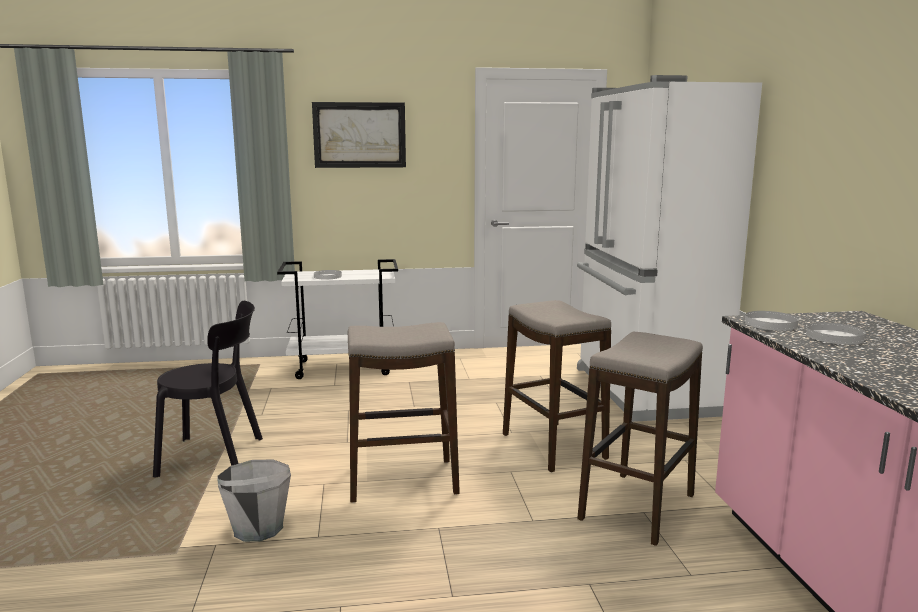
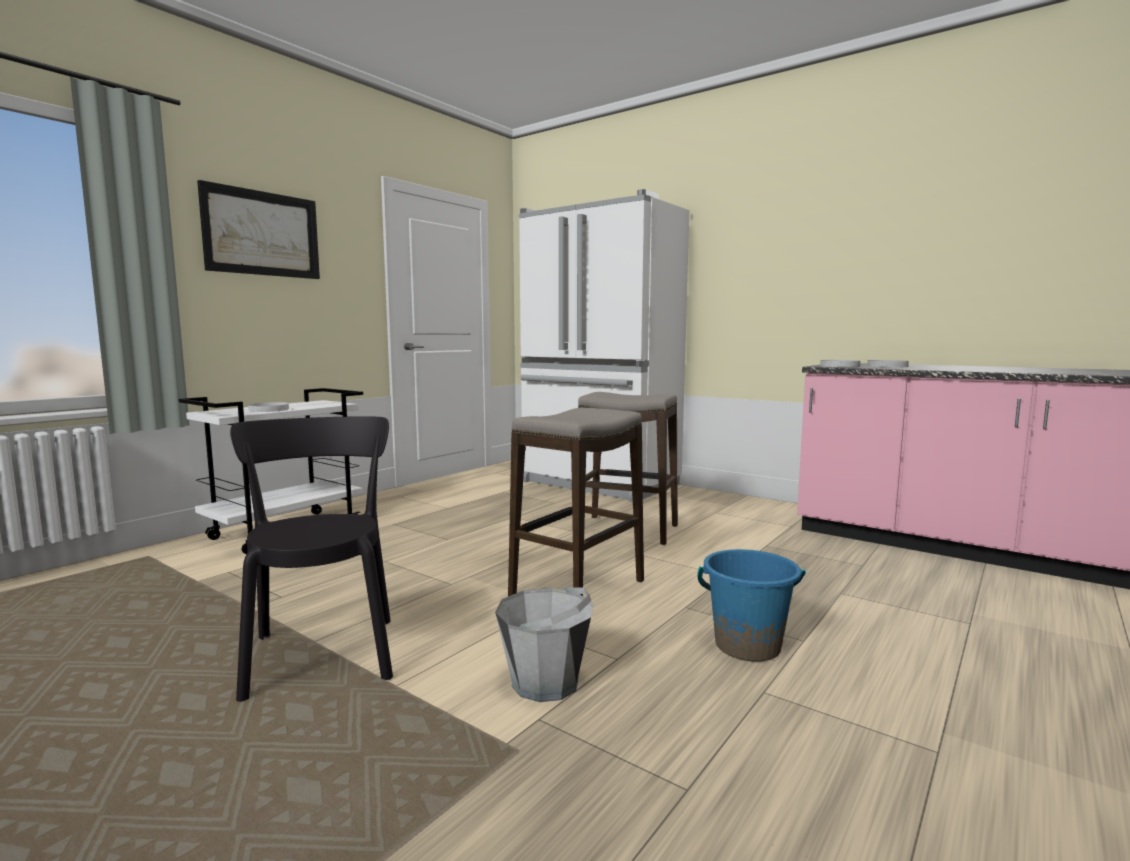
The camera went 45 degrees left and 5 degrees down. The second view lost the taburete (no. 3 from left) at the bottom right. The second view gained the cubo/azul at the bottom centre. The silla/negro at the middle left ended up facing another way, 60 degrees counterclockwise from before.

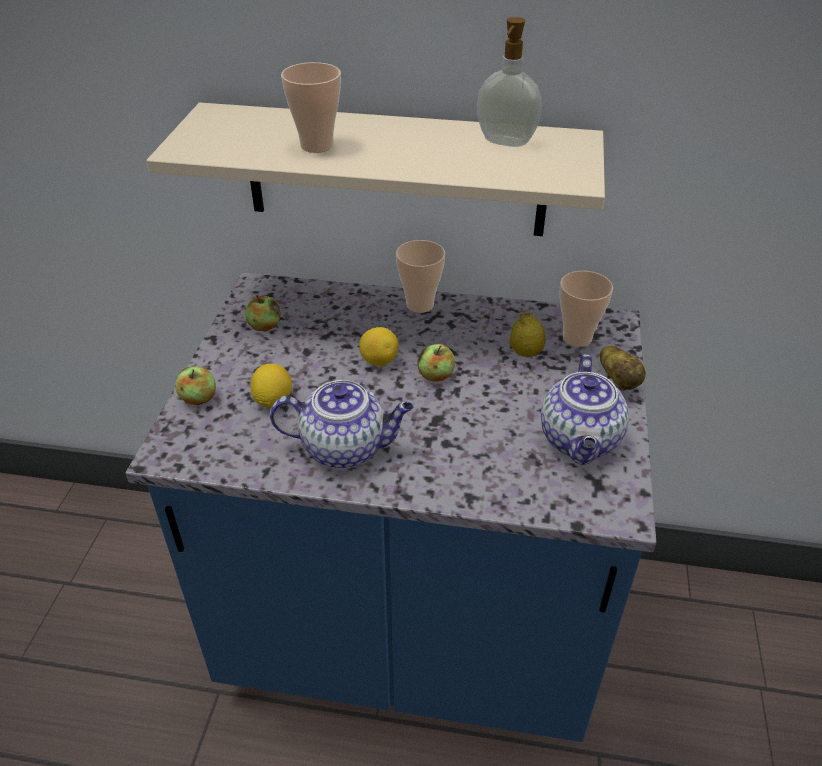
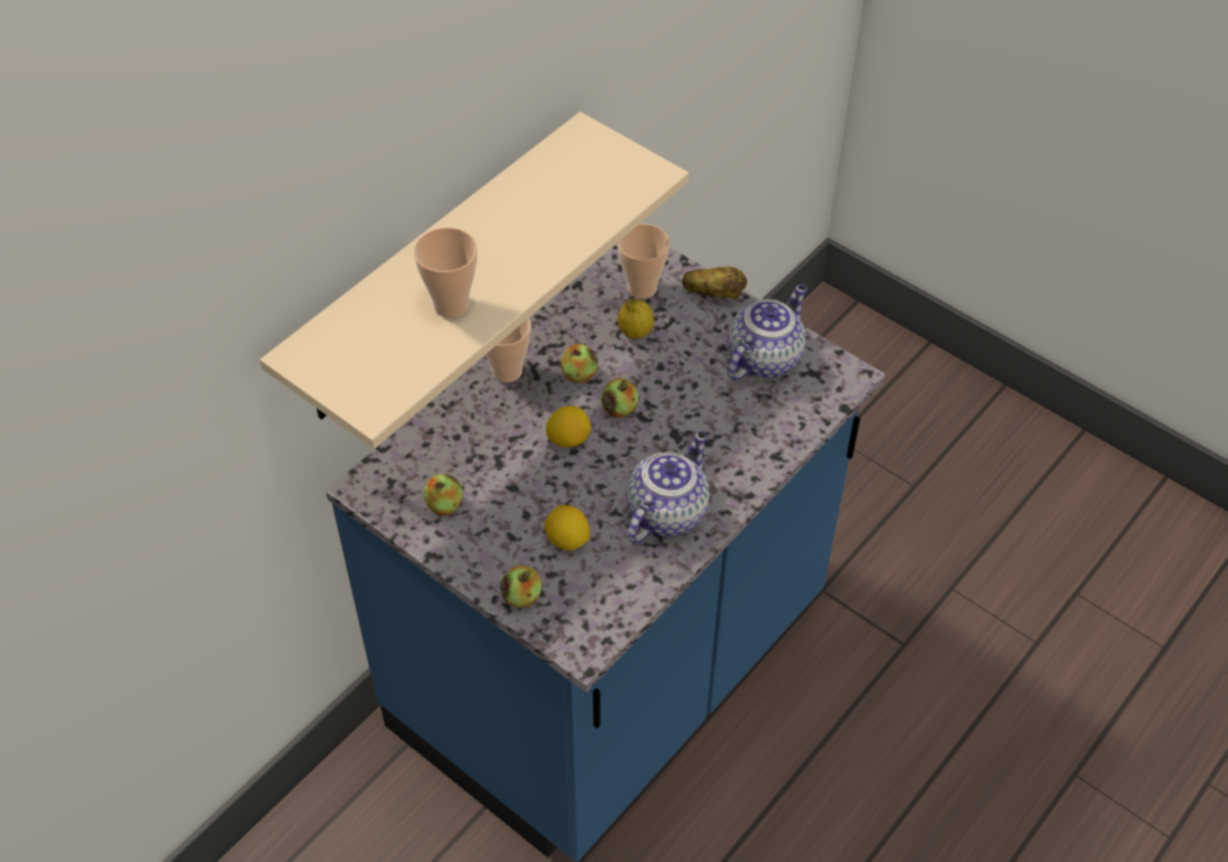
The camera went 60 degrees left and 10 degrees up. The second view lost the dispensador de jabón at the top centre. The second view gained the manzana (no. 3 from left) at the centre. The tetera (no. 2 from left) at the middle right ended up facing another way, 90 degrees counterclockwise from before.

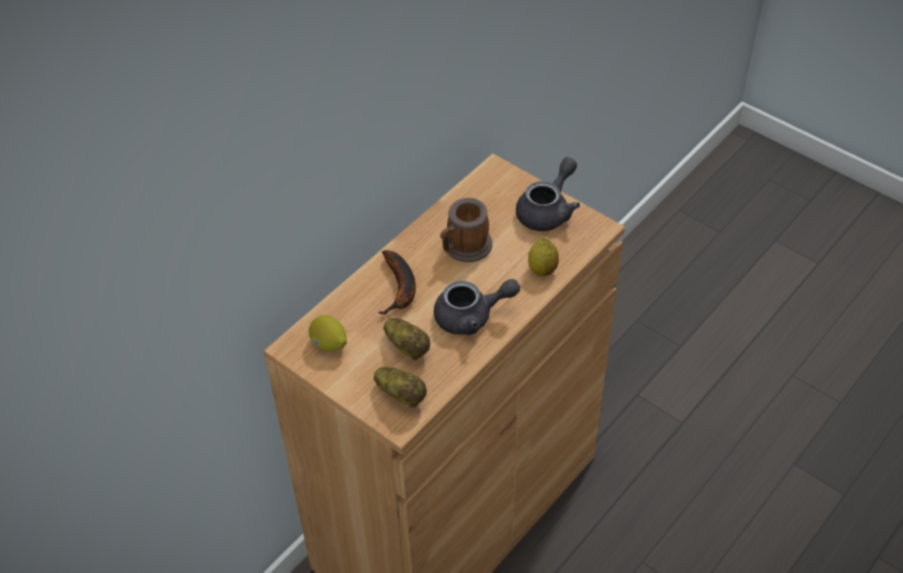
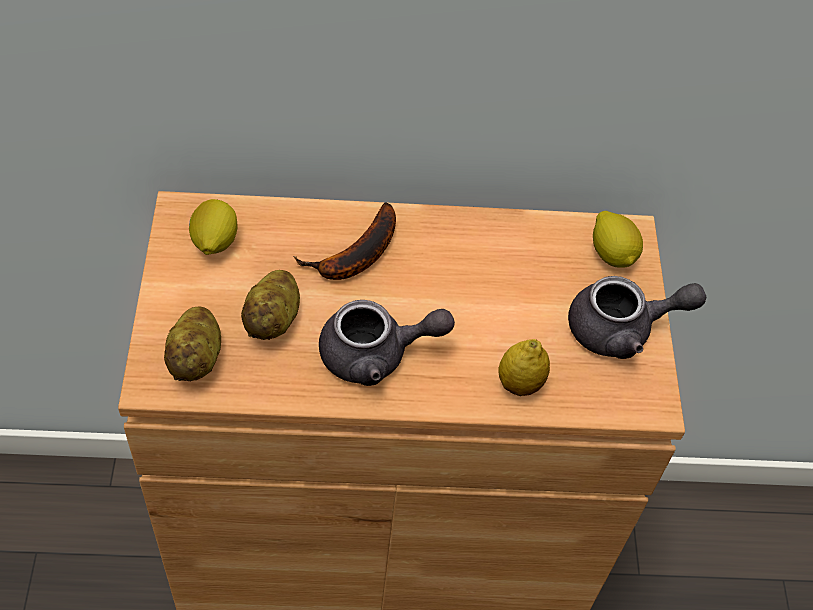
The camera went 45 degrees right and 5 degrees up. The second view lost the taza grande at the centre. The second view gained the limón (no. 3 from left) at the middle right. The tetera/gris (no. 1 from left) at the centre ended up facing another way, 45 degrees counterclockwise from before.

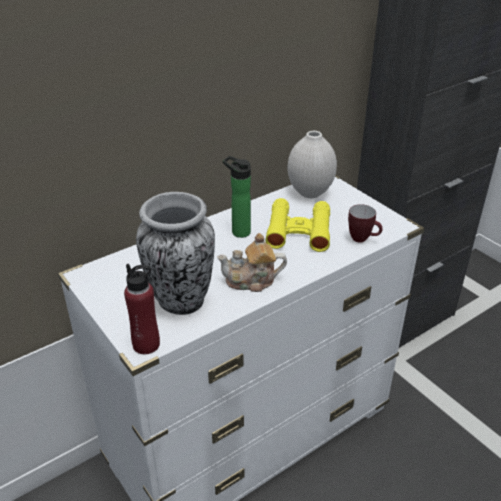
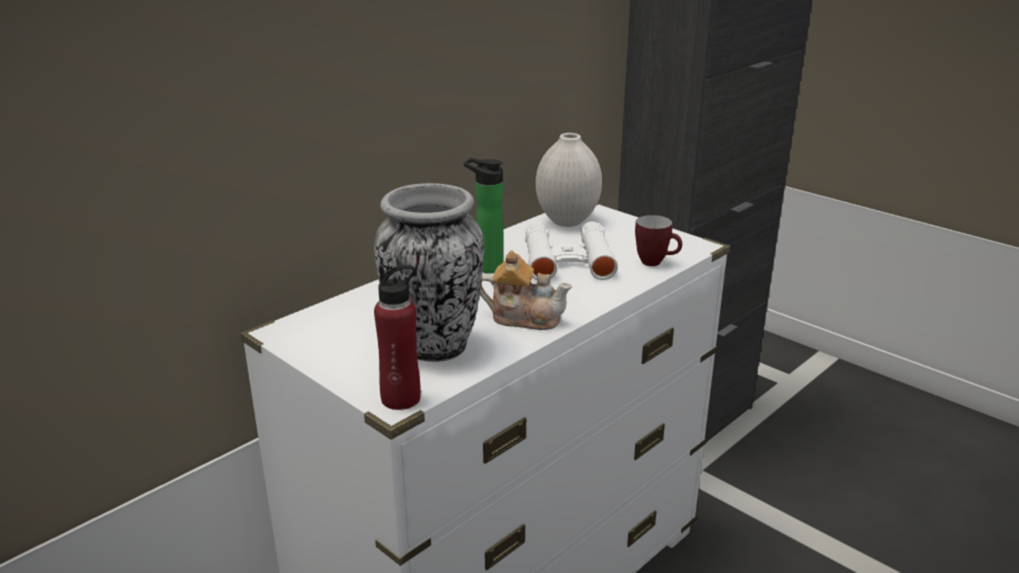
The camera went 10 degrees left and 10 degrees down. What was the prismáticos/amarillo at the centre turned into the prismáticos/blanco at the centre. The tetera at the centre ended up facing another way, 150 degrees counterclockwise from before.

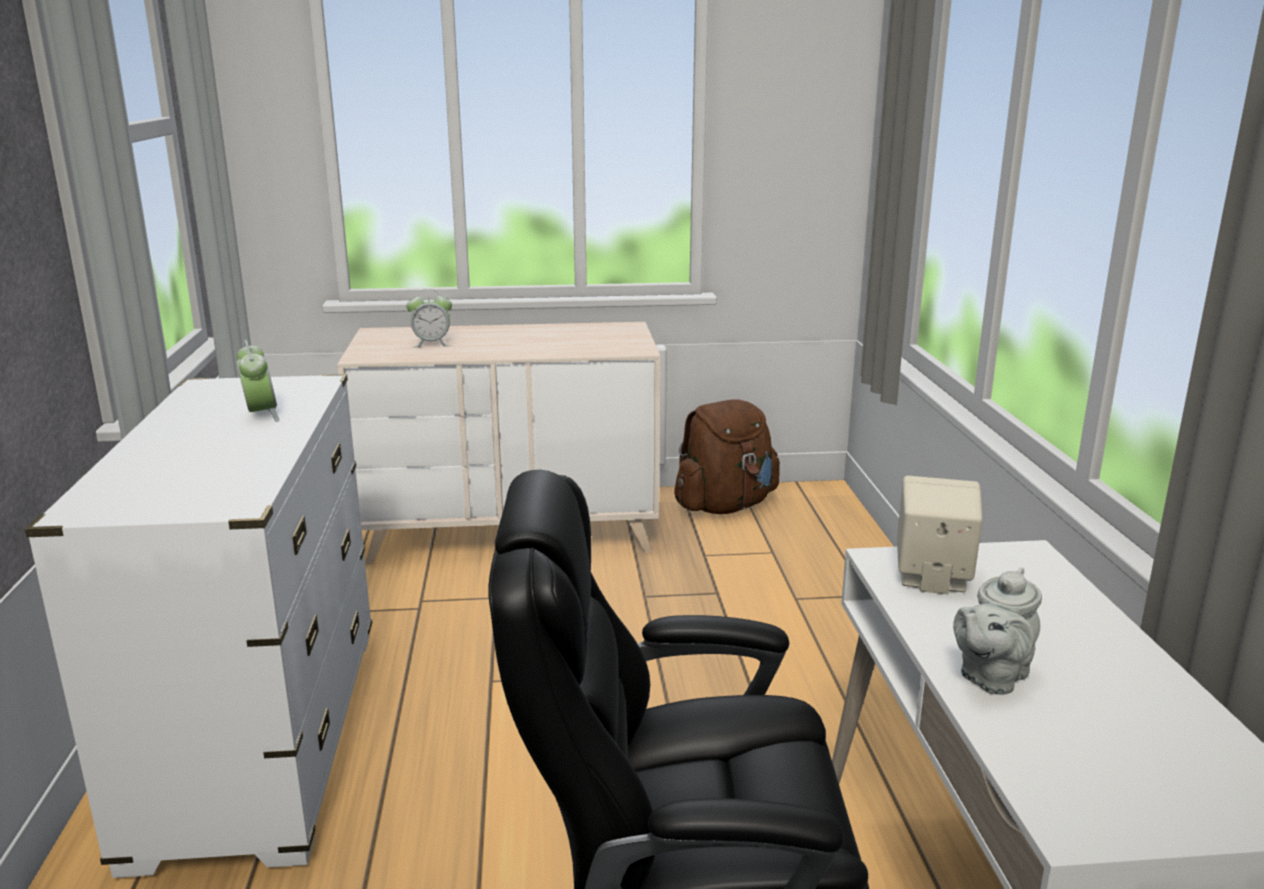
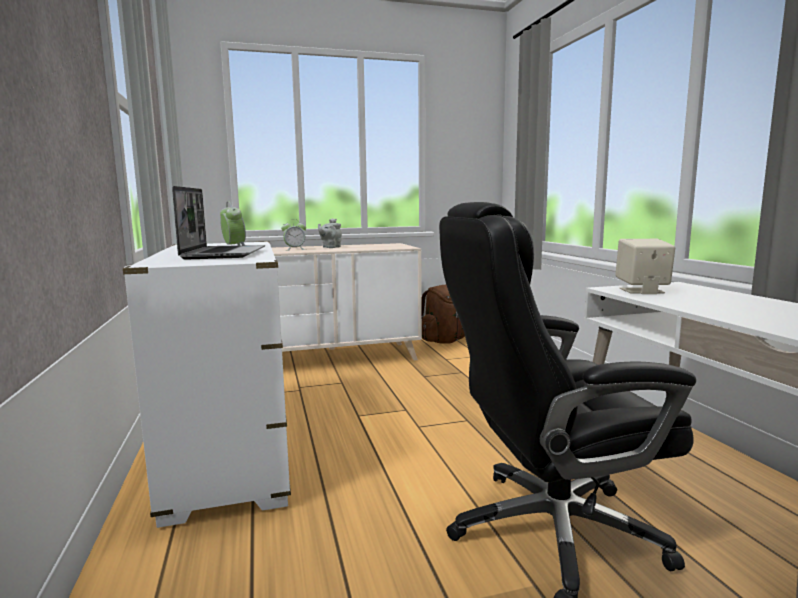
The camera went 10 degrees left and 10 degrees down. The second view gained the portátil at the middle left. The tetera/gris ended up elsewhere, having gone from the bottom right to the centre.

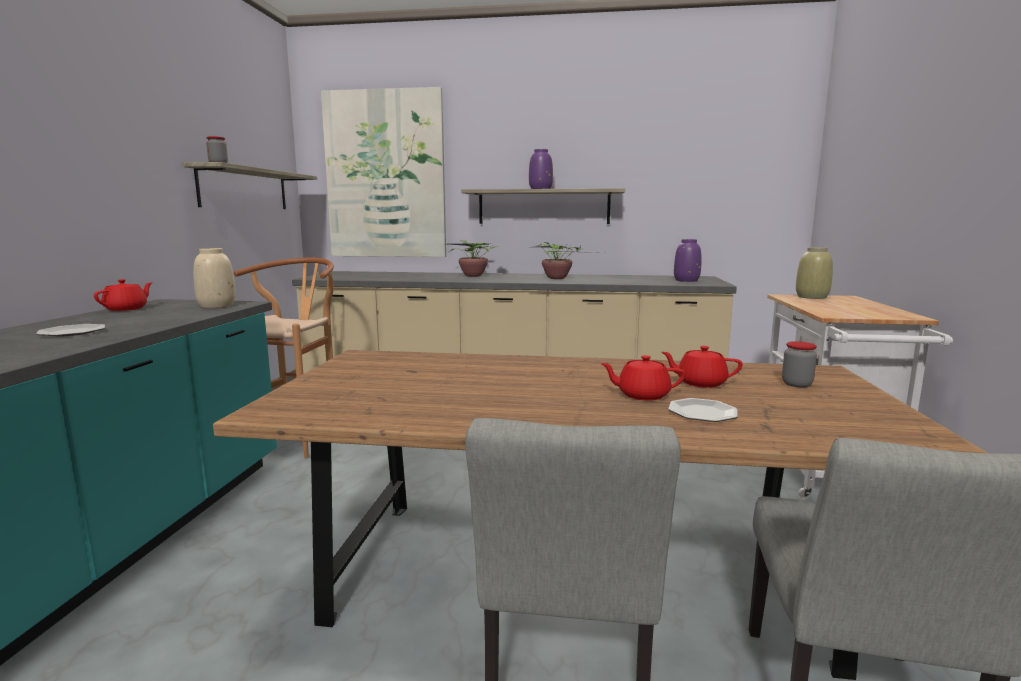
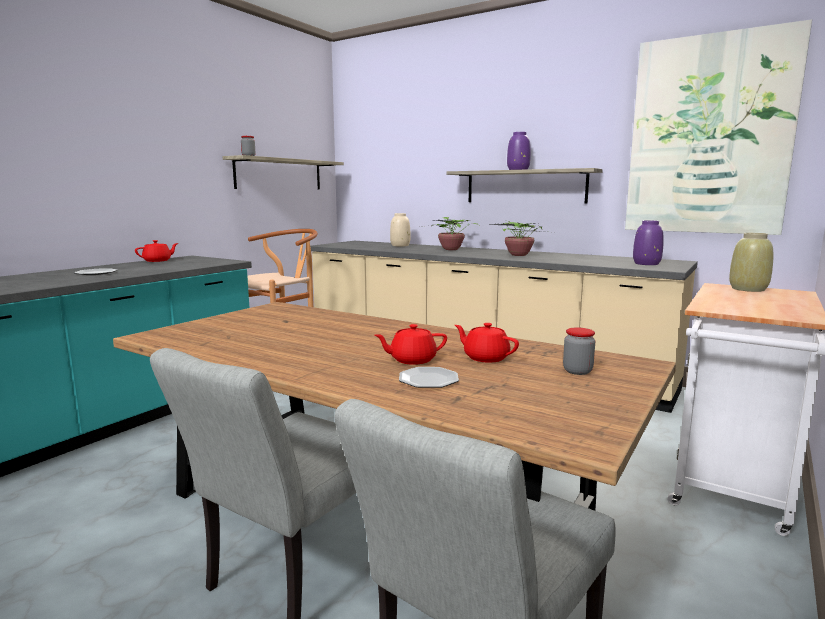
The camera went 25 degrees right and 0 degrees up. The florero/beis (no. 1 from left) ended up elsewhere, having gone from the middle left to the centre. The cuadro ended up elsewhere, having gone from the top centre to the top right. The tetera/rojo (no. 2 from left) at the centre ended up facing another way, 45 degrees counterclockwise from before.

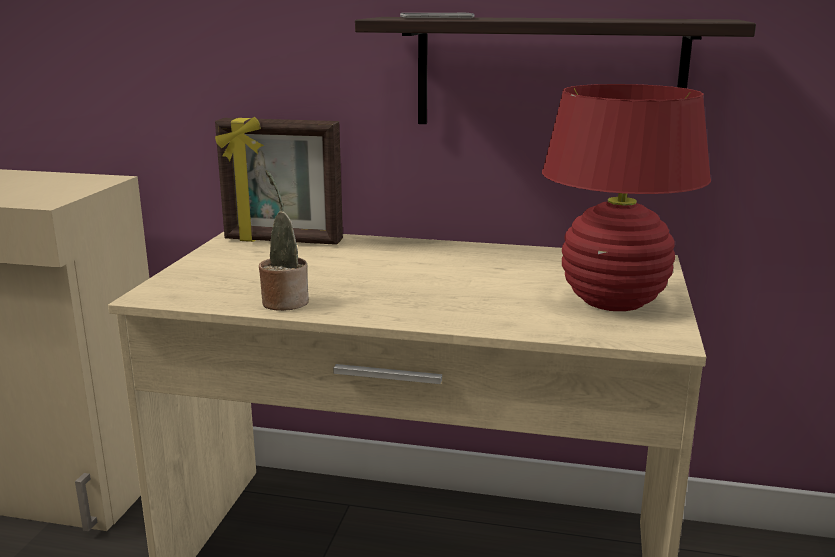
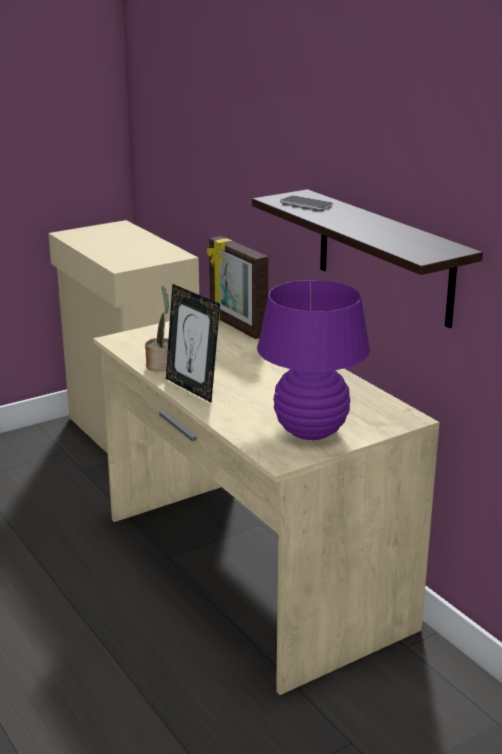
The camera went 45 degrees right and 5 degrees up. The second view gained the portarretratos (no. 1 from left) at the centre. What was the lámpara de mesa/rojo at the middle right turned into the lámpara de mesa/morado at the centre.

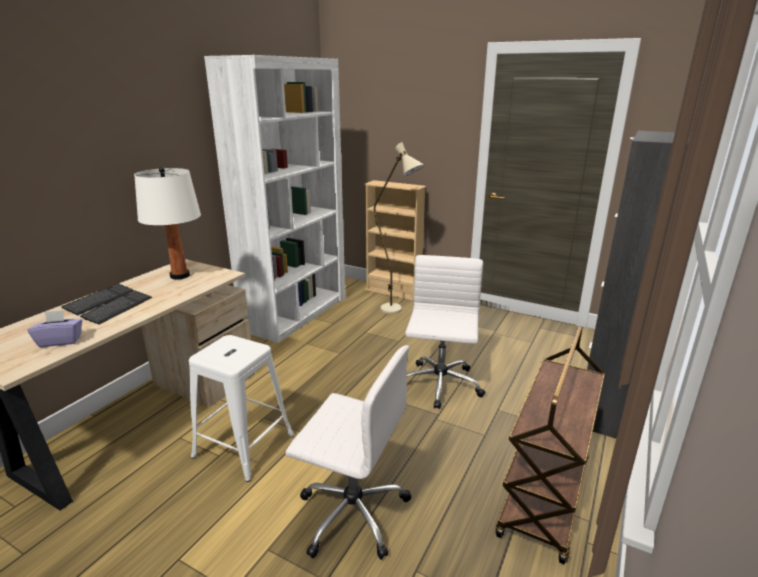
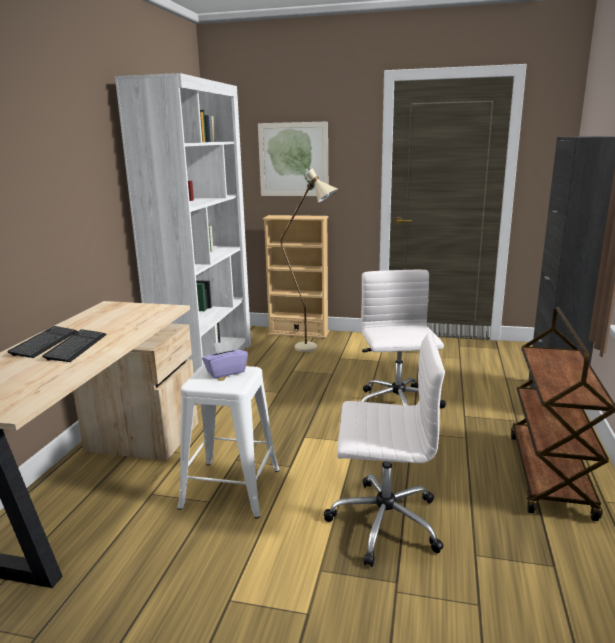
The camera went 15 degrees left and 5 degrees down. The second view lost the lámpara de mesa/blanco at the middle left. The second view gained the cuadro at the top centre. The caja de pañuelos/morado ended up elsewhere, having gone from the middle left to the centre.

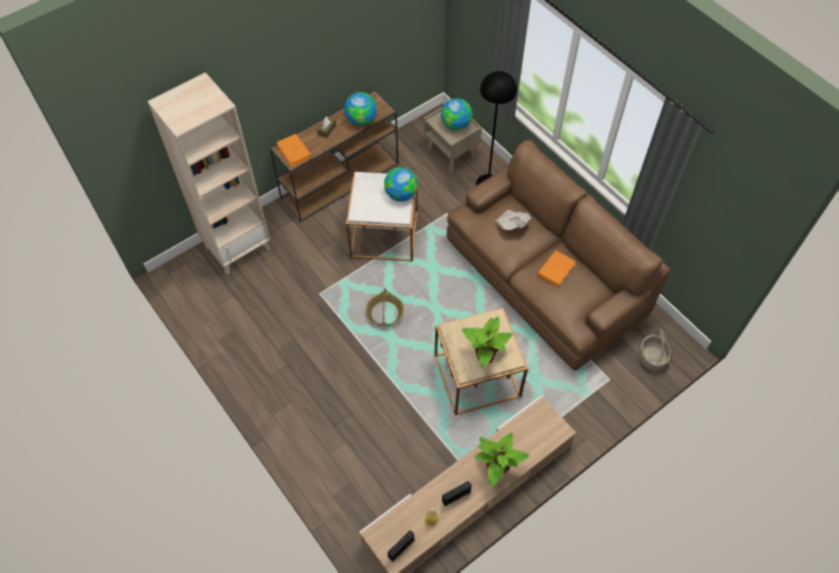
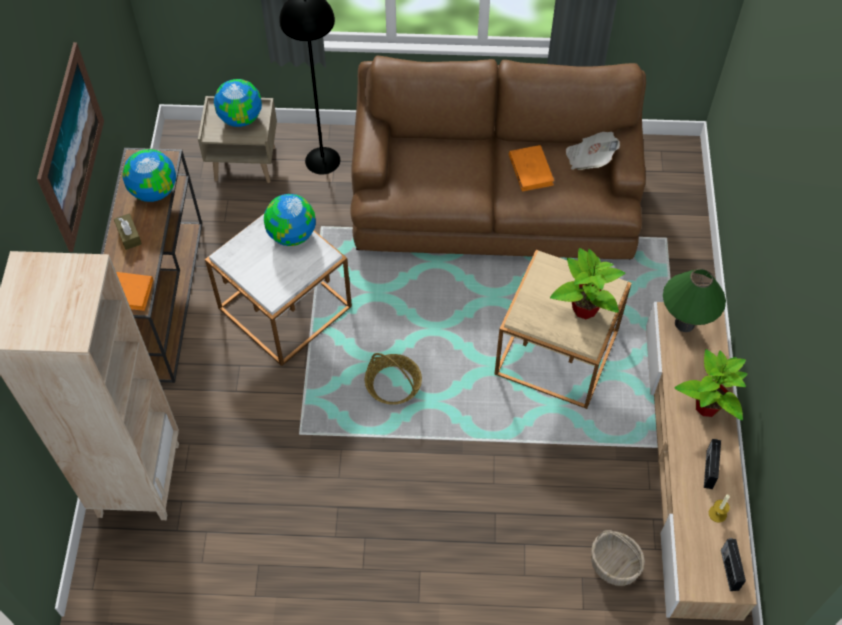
The camera went 50 degrees left and 0 degrees up. The second view gained the cuadro at the top left. The second view gained the lámpara de mesa/verde at the middle right. The periódico ended up elsewhere, having gone from the centre to the top right. The cesta (no. 2 from left) ended up elsewhere, having gone from the middle right to the bottom right.

